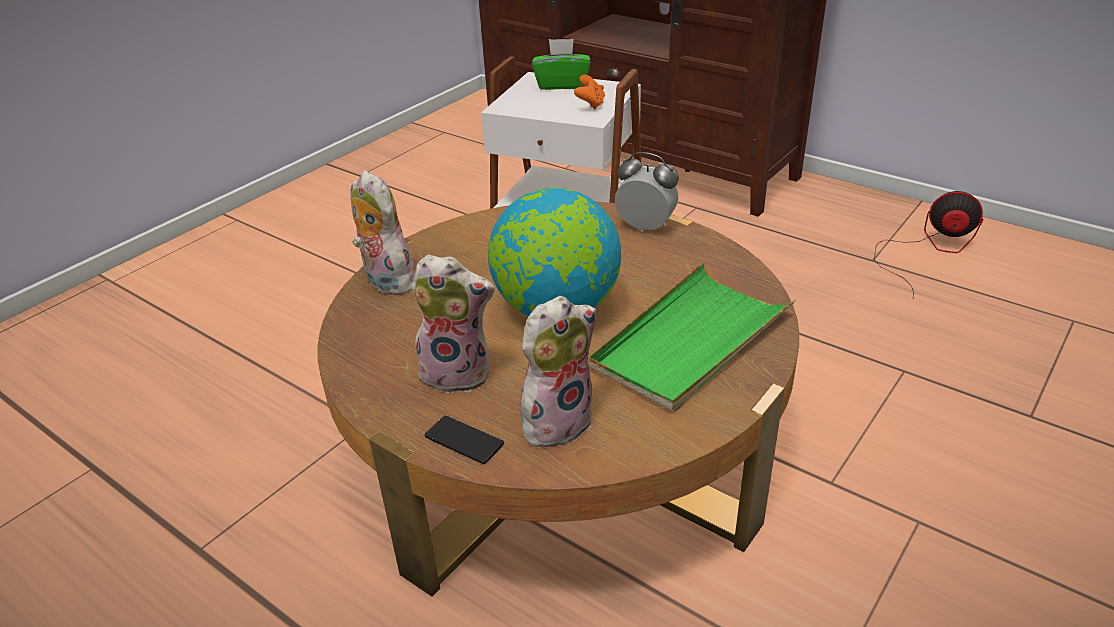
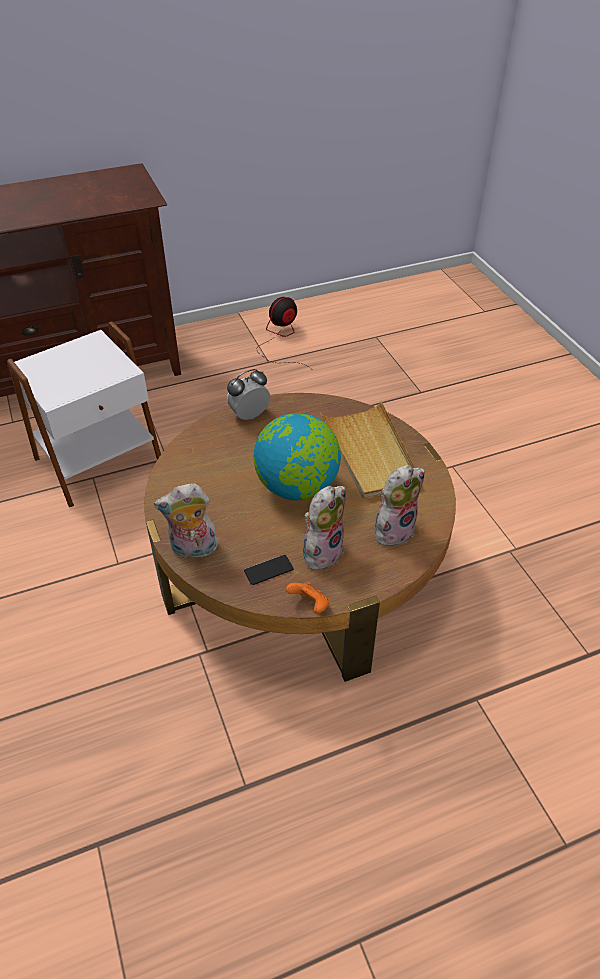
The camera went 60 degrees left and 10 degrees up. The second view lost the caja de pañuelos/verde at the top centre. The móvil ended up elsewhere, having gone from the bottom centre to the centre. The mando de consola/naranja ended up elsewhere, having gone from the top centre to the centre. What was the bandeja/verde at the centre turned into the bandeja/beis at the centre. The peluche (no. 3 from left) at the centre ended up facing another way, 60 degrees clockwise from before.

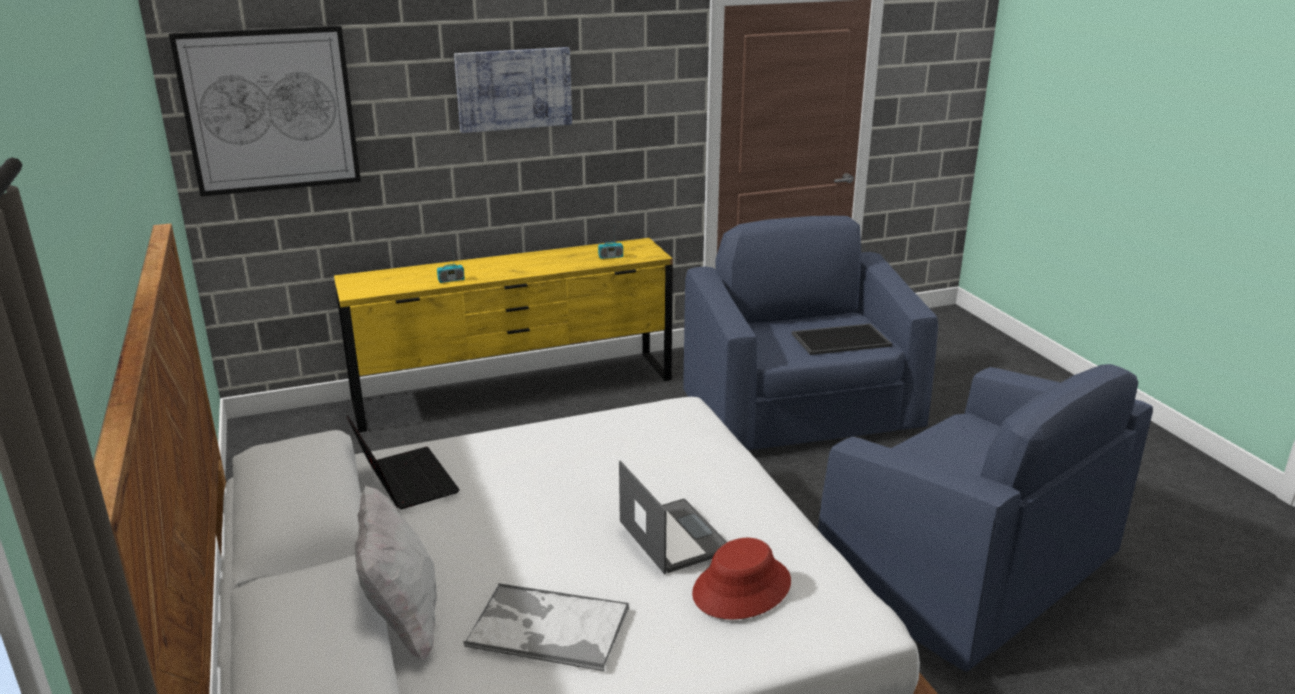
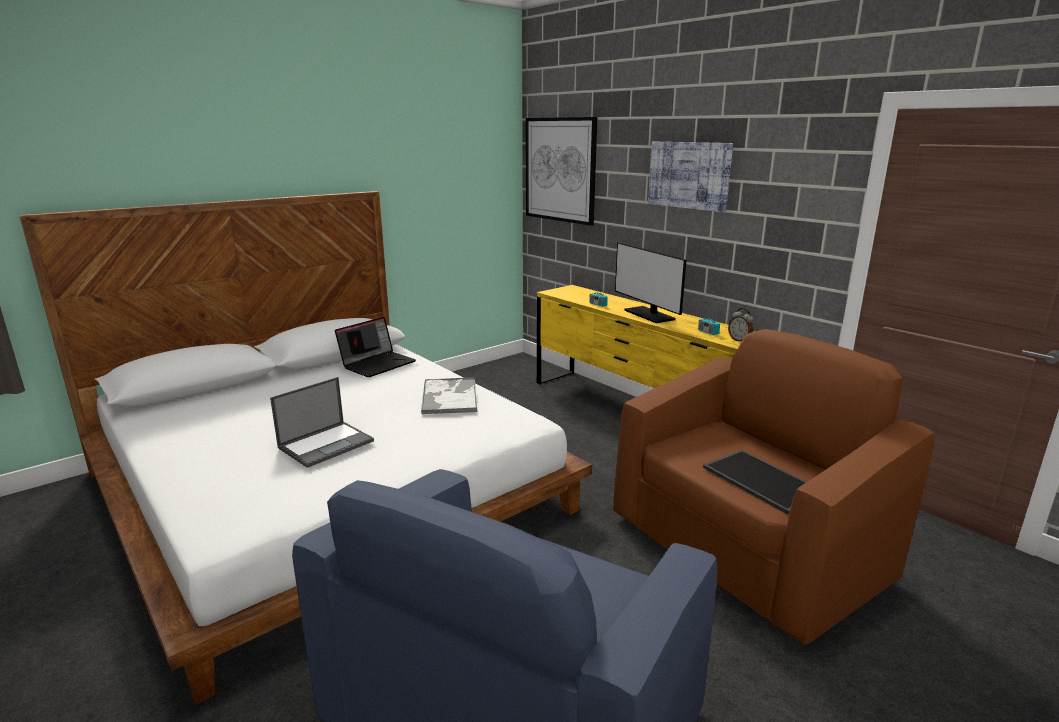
The camera went 70 degrees right and 5 degrees down. The second view lost the cojín/blanco at the bottom left. The second view lost the sombrero/rojo at the bottom centre. The second view gained the monitor at the centre. The second view gained the despertador at the middle right. The bandeja (no. 1 from left) ended up elsewhere, having gone from the bottom centre to the centre. What was the sillón/azul (no. 1 from left) at the centre turned into the sillón/marrón at the bottom right.

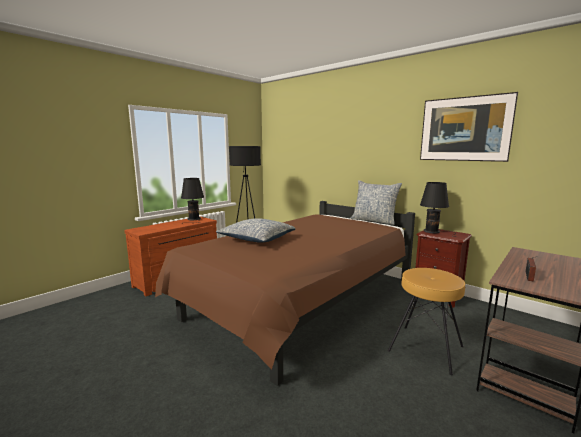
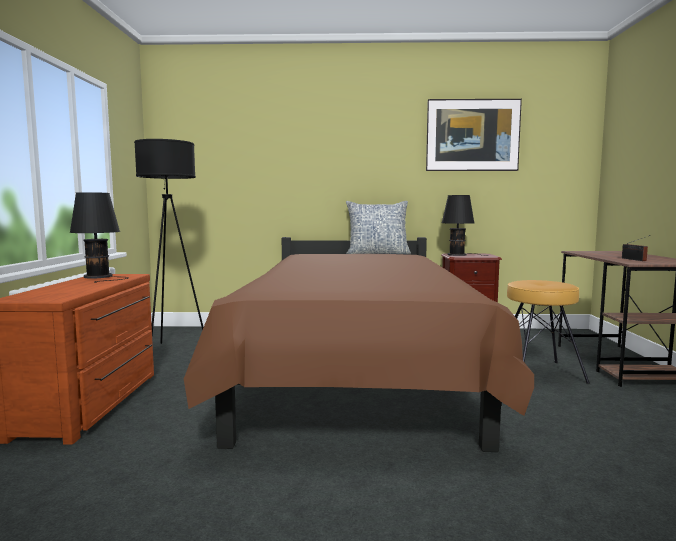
The camera went 40 degrees left and 5 degrees down. The second view lost the cojín (no. 1 from left) at the centre.

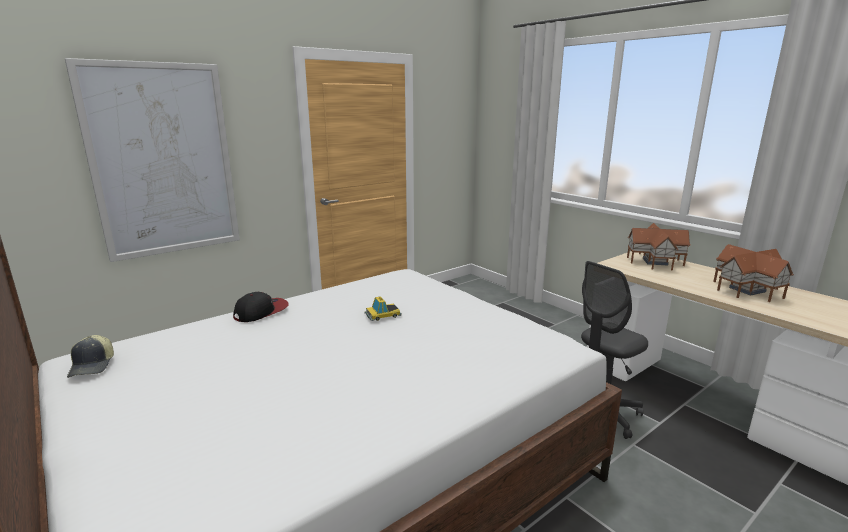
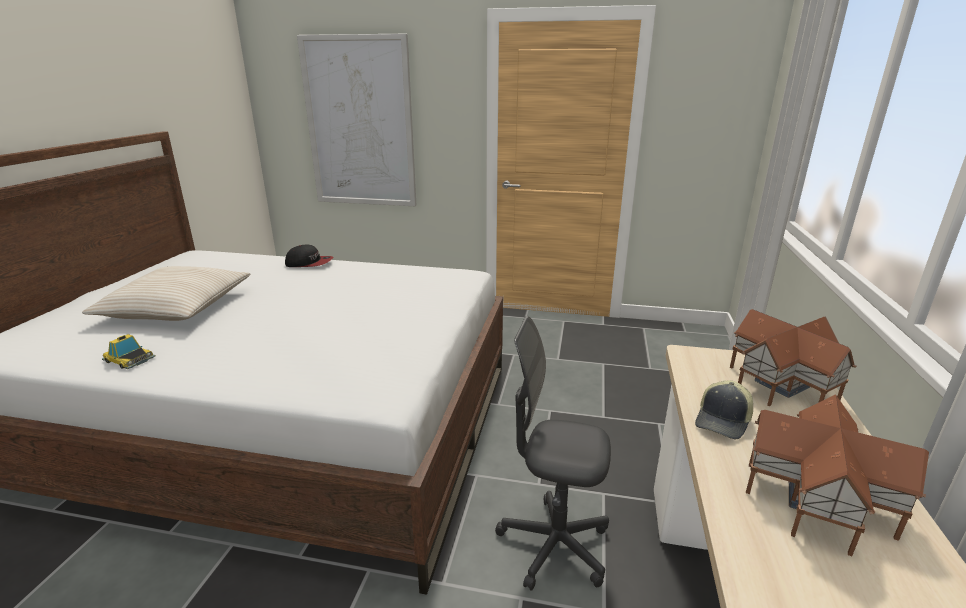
The camera went 50 degrees right and 5 degrees up. The second view gained the cojín/beis at the middle left. The gorra (no. 1 from left in the first image) ended up elsewhere, having gone from the bottom left to the bottom right. The coche de juguete ended up elsewhere, having gone from the centre to the middle left.

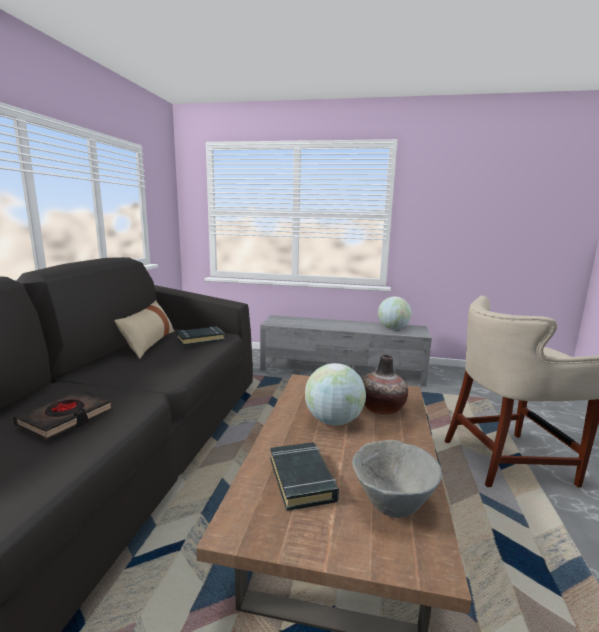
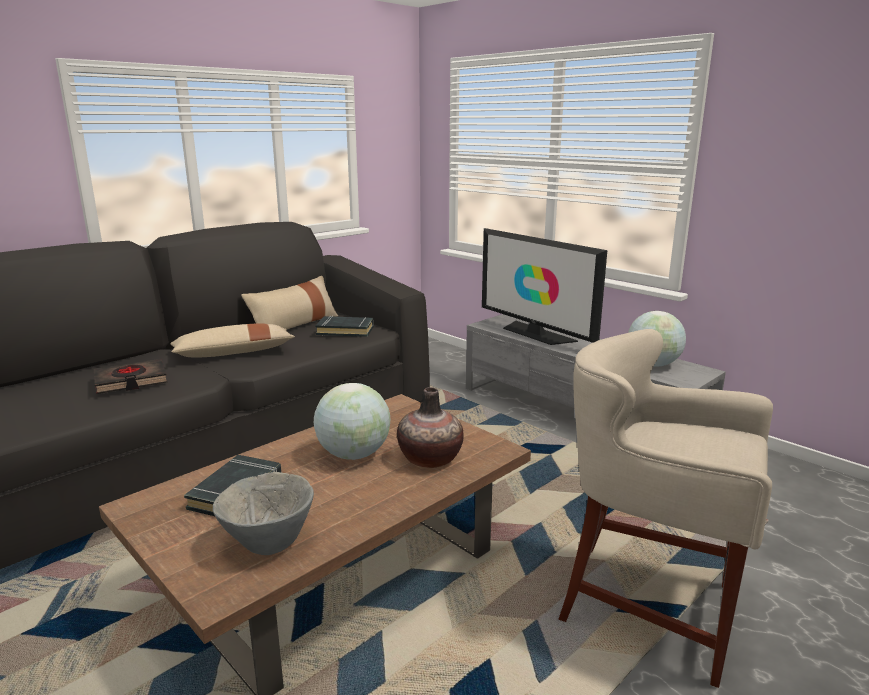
The camera went 35 degrees right and 5 degrees up. The second view gained the cojín/beis (no. 1 from left) at the middle left. The second view gained the televisor at the centre.

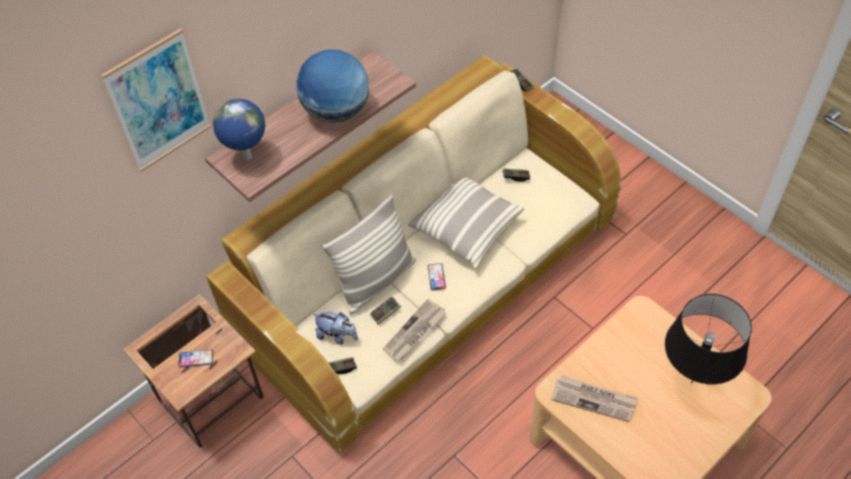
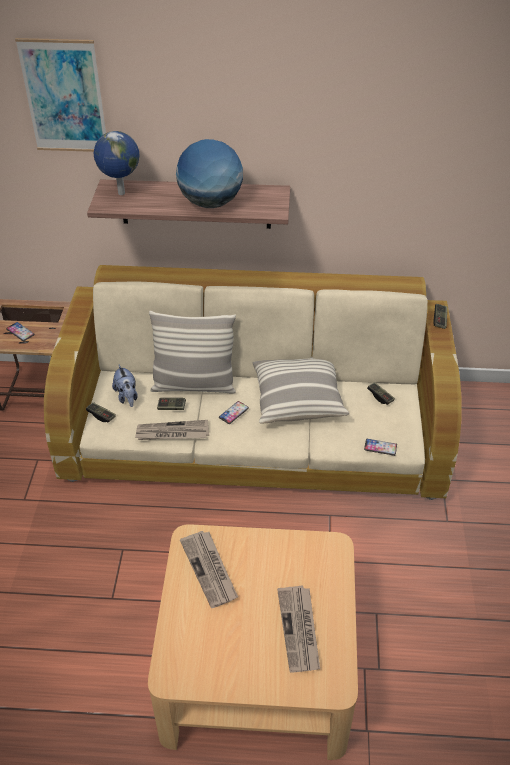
The camera went 45 degrees right and 10 degrees down. The second view gained the móvil (no. 3 from left) at the middle right. Where the lámpara de mesa/negro stood at the bottom right, the periódico (no. 3 from left) came to stand at the bottom centre.

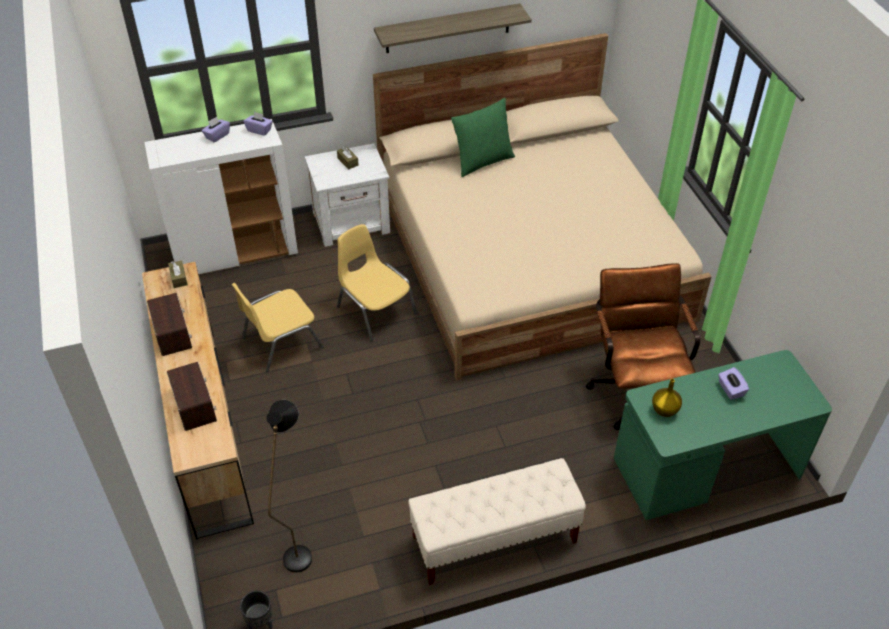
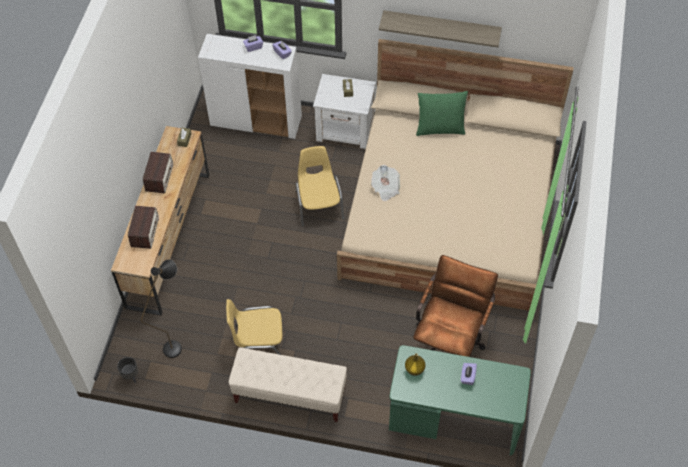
The camera went 30 degrees right and 10 degrees up. The second view gained the periódico at the centre. The silla/amarillo (no. 1 from left) ended up elsewhere, having gone from the middle left to the bottom centre.

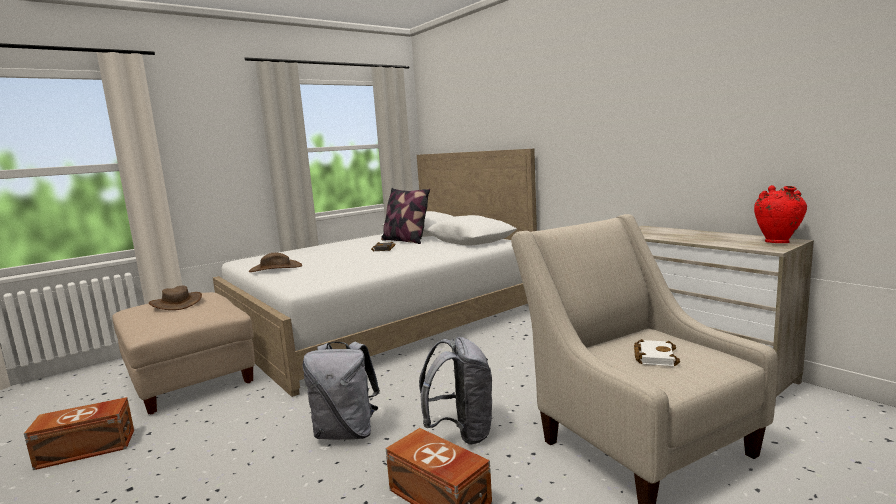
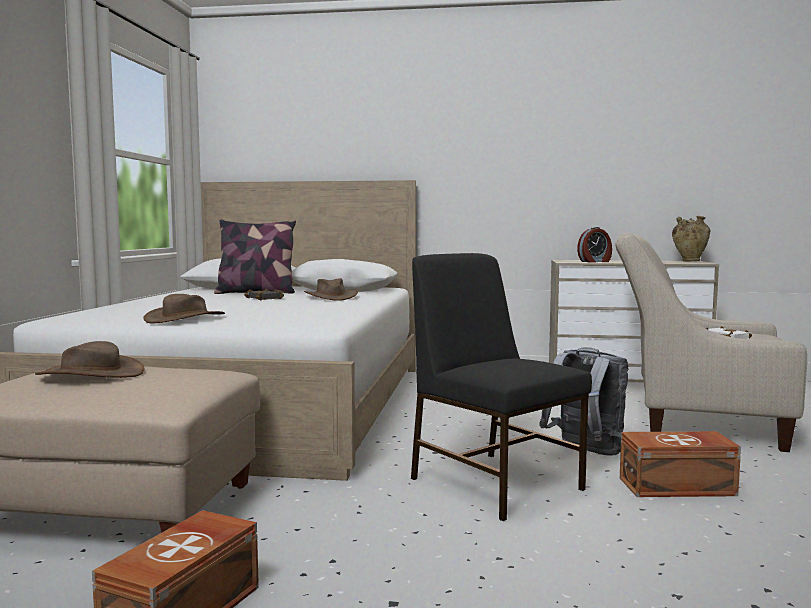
The camera went 45 degrees left and 5 degrees down. The second view gained the sombrero/marrón (no. 3 from left) at the centre. The second view gained the despertador at the middle right. Where the mochila/gris (no. 1 from left) stood at the bottom centre, the silla/negro came to stand at the centre. What was the florero/rojo at the middle right turned into the florero/beis at the middle right.

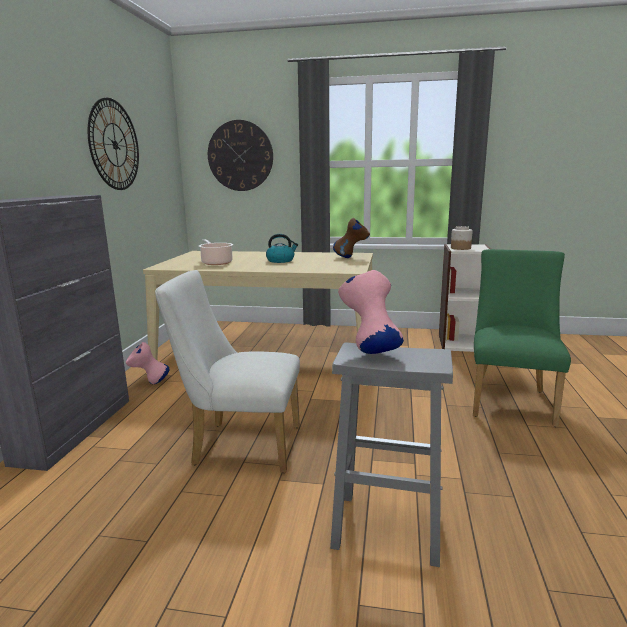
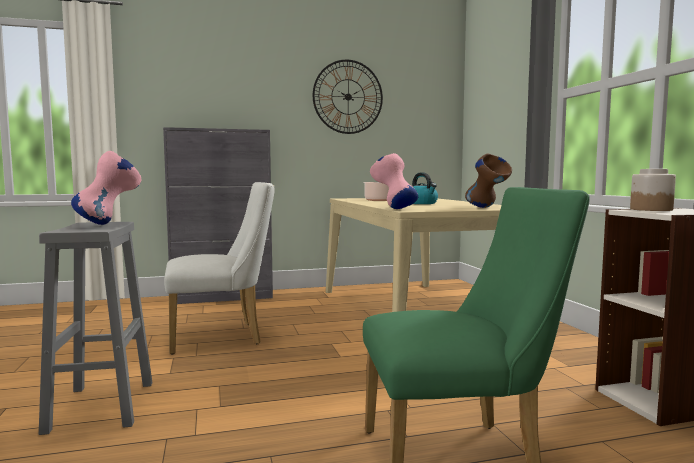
The camera went 65 degrees right and 10 degrees down. The second view lost the reloj de pared (no. 2 from left) at the top centre. The florero/rosa (no. 1 from left in the first image) ended up elsewhere, having gone from the middle left to the centre. The silla/blanco at the centre ended up facing another way, 90 degrees clockwise from before.

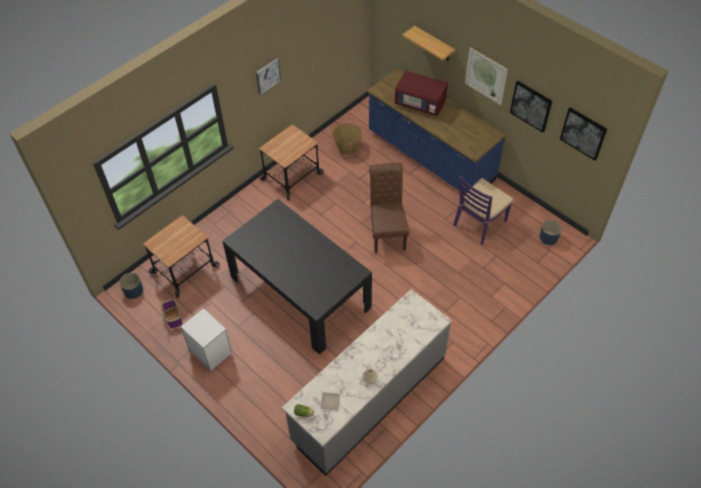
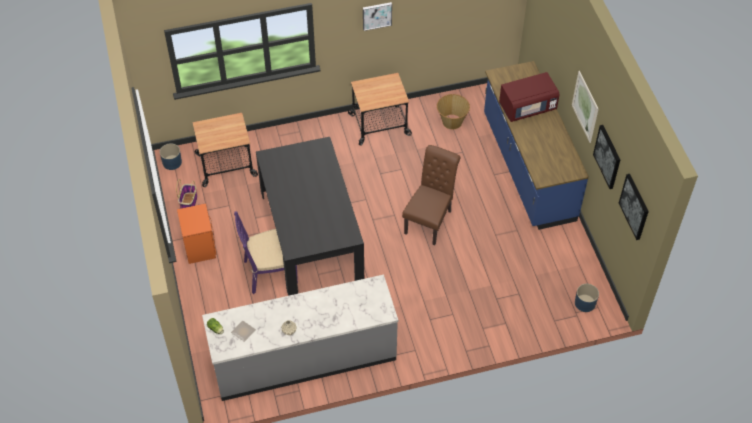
The camera went 30 degrees right and 0 degrees up. The second view lost the estante at the top centre. The silla/morado ended up elsewhere, having gone from the middle right to the centre. What was the mesita de noche/blanco at the bottom left turned into the mesita de noche/naranja at the middle left. The microondas/rojo at the top centre ended up facing another way, 75 degrees counterclockwise from before.

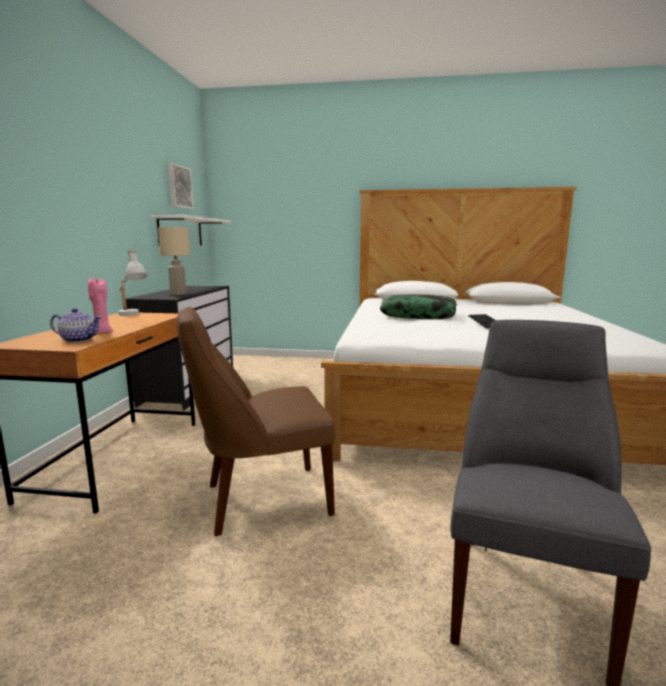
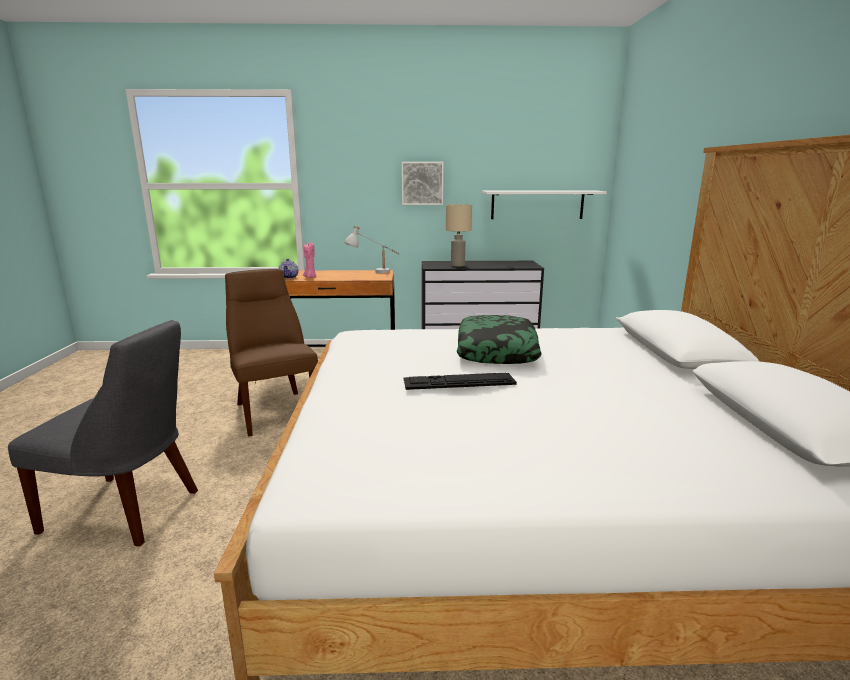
The camera went 80 degrees right and 5 degrees up. The cuadro ended up elsewhere, having gone from the top left to the top centre.

